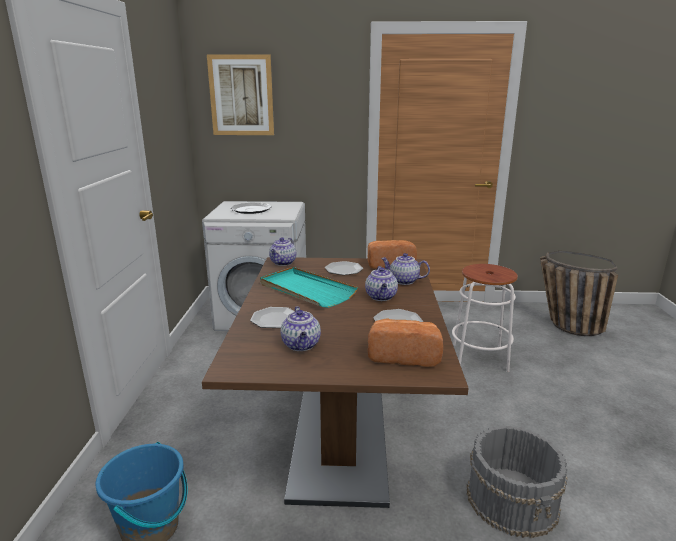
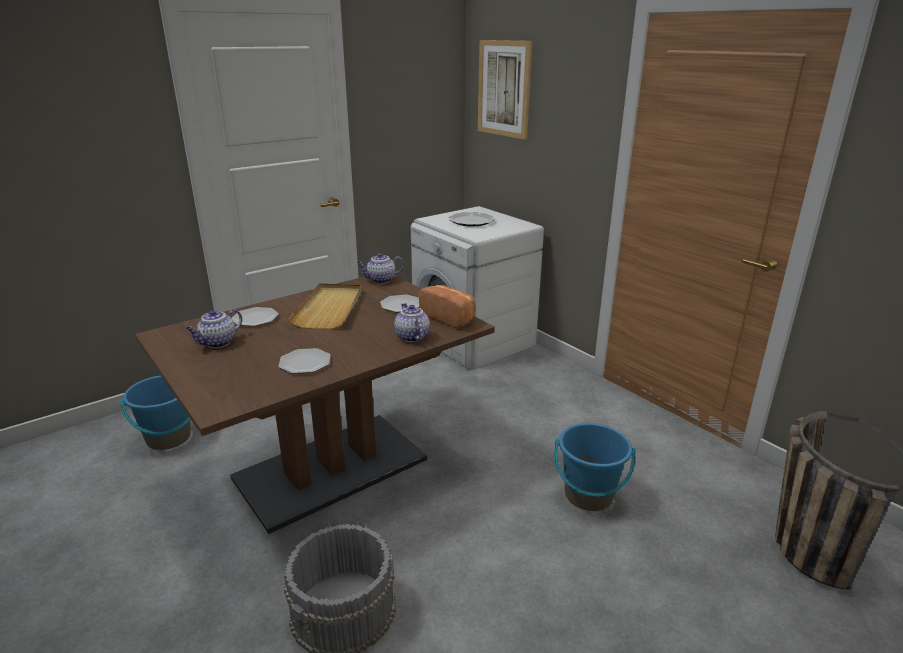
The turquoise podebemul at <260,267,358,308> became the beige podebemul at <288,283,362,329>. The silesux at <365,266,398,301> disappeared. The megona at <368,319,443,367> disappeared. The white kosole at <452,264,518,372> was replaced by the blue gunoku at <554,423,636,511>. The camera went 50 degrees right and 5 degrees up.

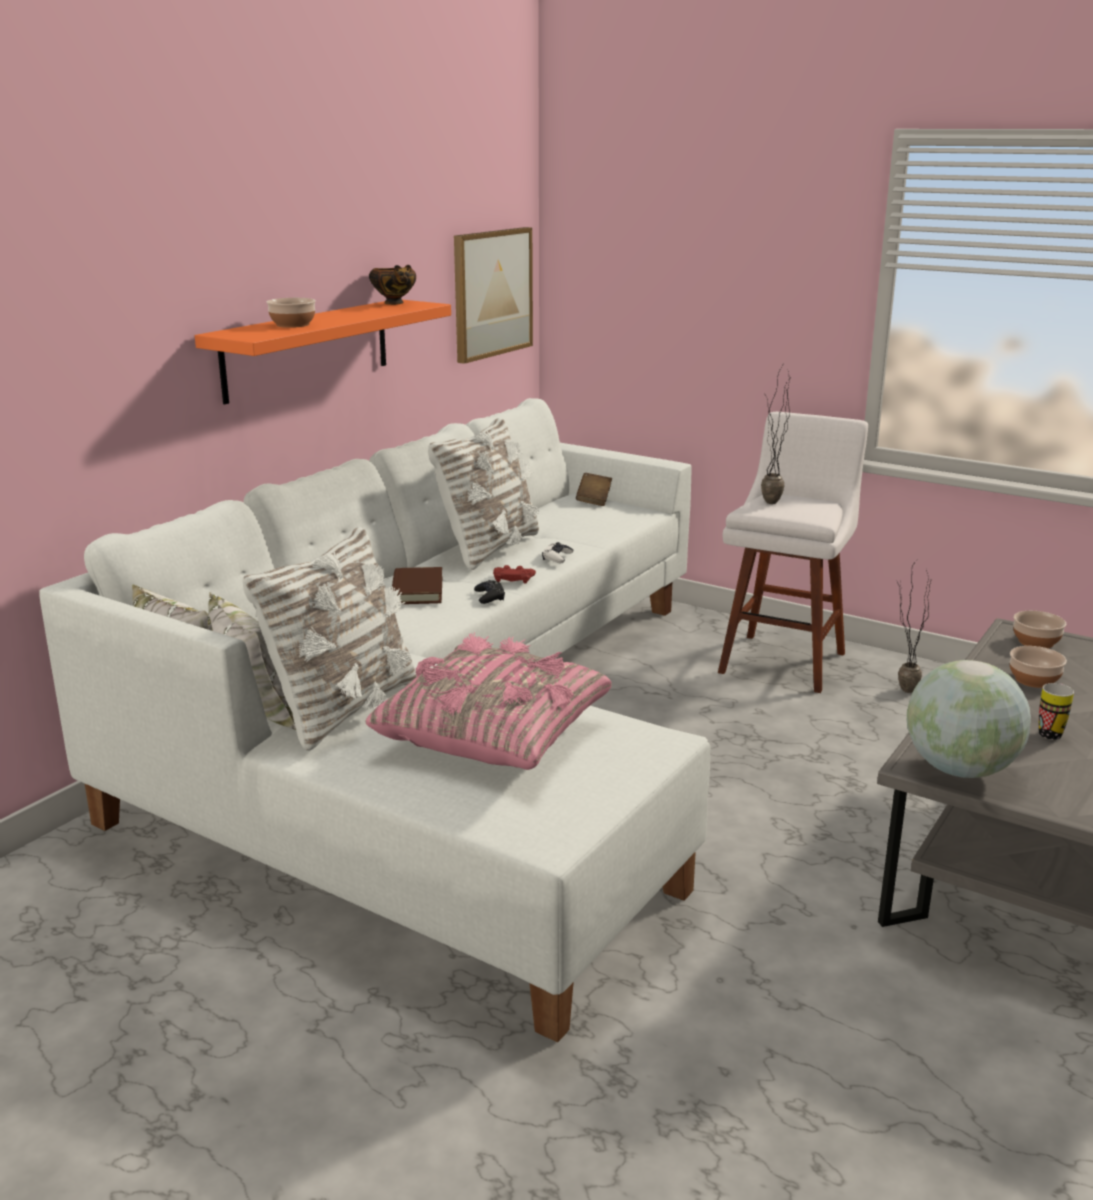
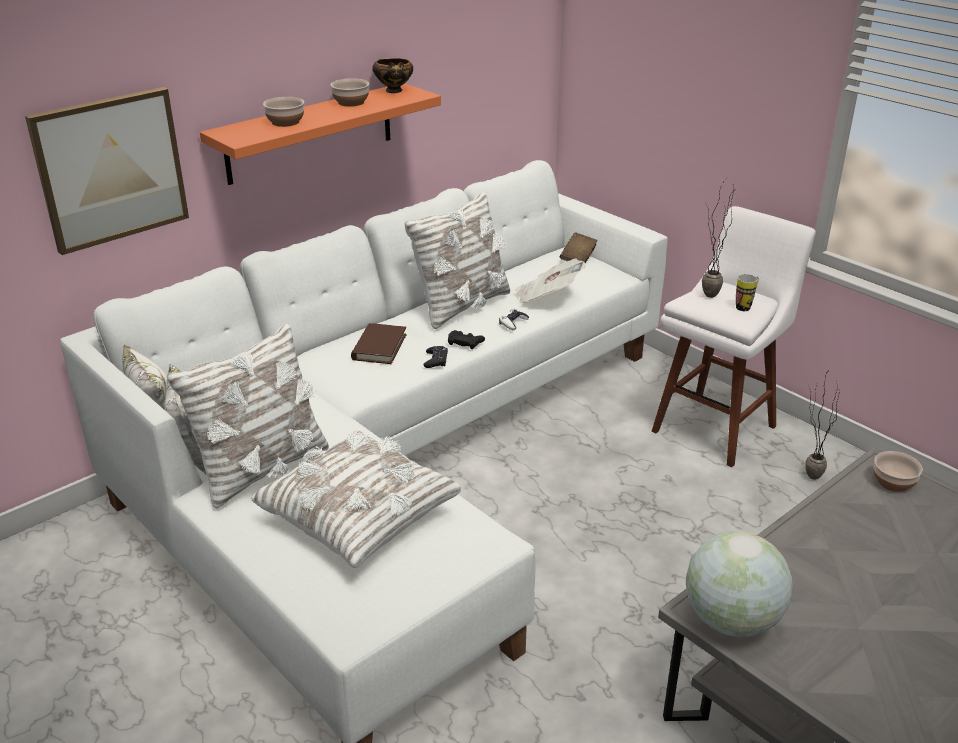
The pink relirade at <366,632,612,770> became the white relirade at <251,430,461,568>. The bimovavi moved from <454,227,533,364> to <25,87,189,255>. The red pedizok at <493,565,536,583> became the black pedizok at <448,330,485,349>. The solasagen moved from <1010,646,1067,688> to <331,78,369,107>. The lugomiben moved from <1039,683,1074,740> to <736,274,759,311>. The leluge at <516,258,585,303> appeared. The camera went 15 degrees right and 10 degrees up.

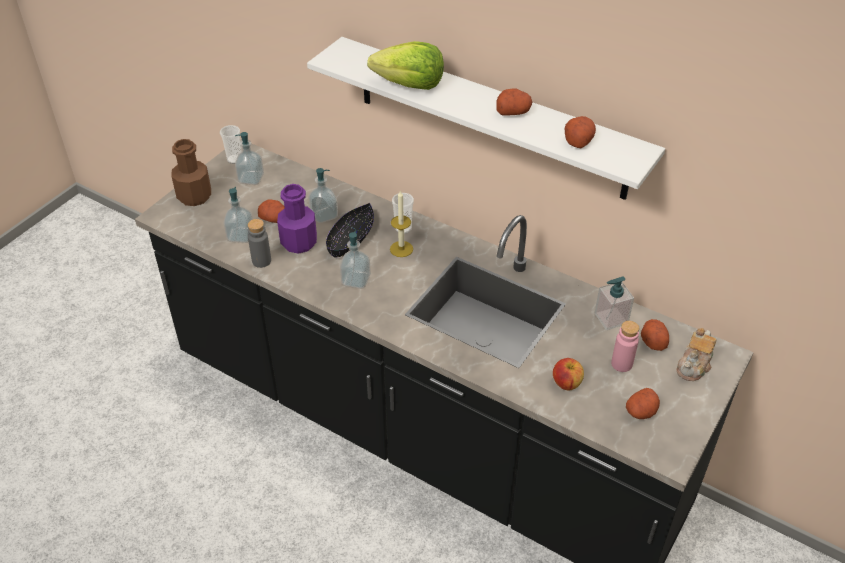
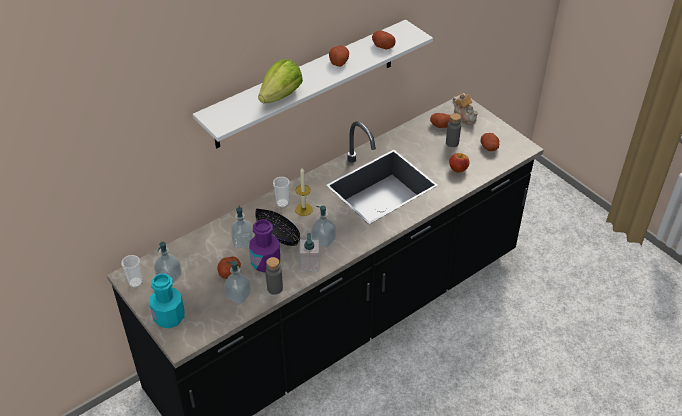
The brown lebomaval at <172,139,211,206> became the turquoise lebomaval at <150,273,184,328>. The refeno moved from <595,277,634,330> to <299,233,320,272>. The pink lebomaval at <611,321,639,372> became the grey lebomaval at <446,113,461,147>. The camera went 70 degrees left and 0 degrees up.

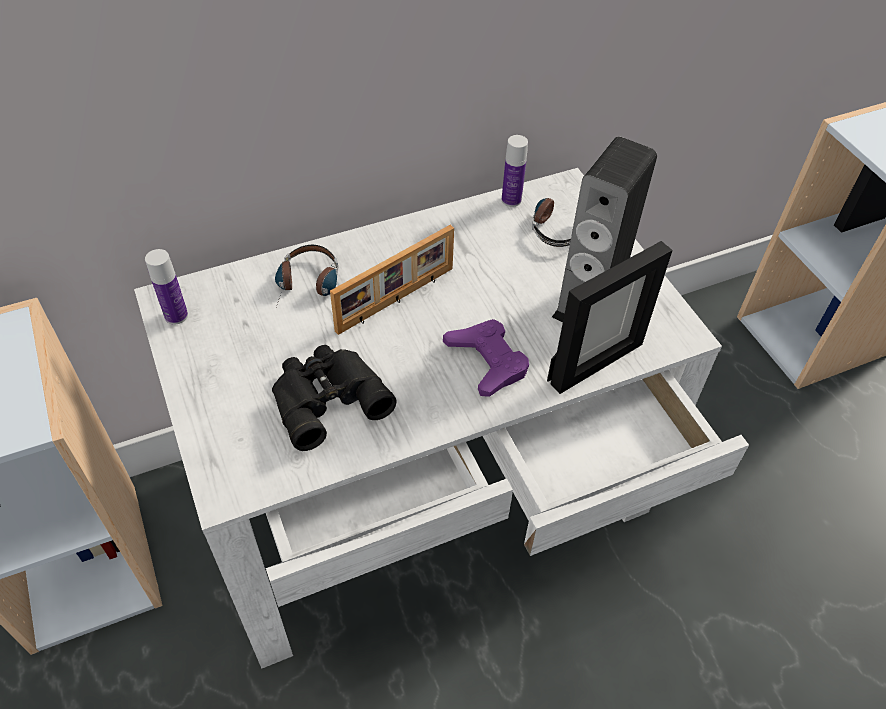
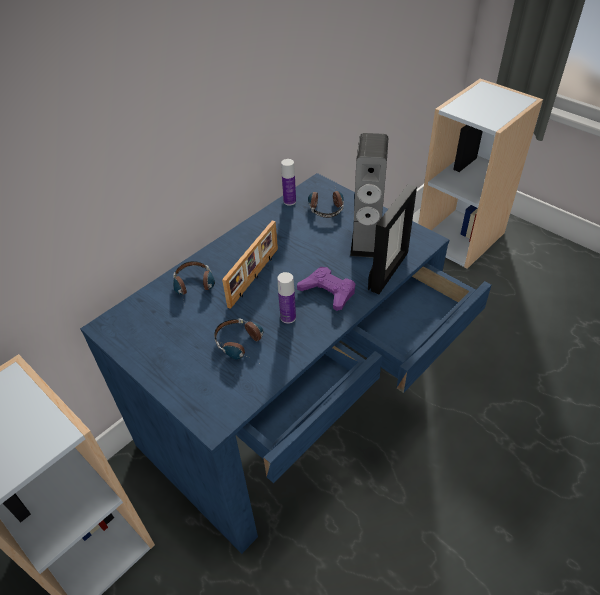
The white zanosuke at <134,168,749,669> became the blue zanosuke at <80,173,491,554>. The lebomaval moved from <145,249,188,325> to <277,272,296,324>. The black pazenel at <272,345,397,451> was replaced by the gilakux at <214,318,263,362>. The camera went 20 degrees left and 5 degrees down.

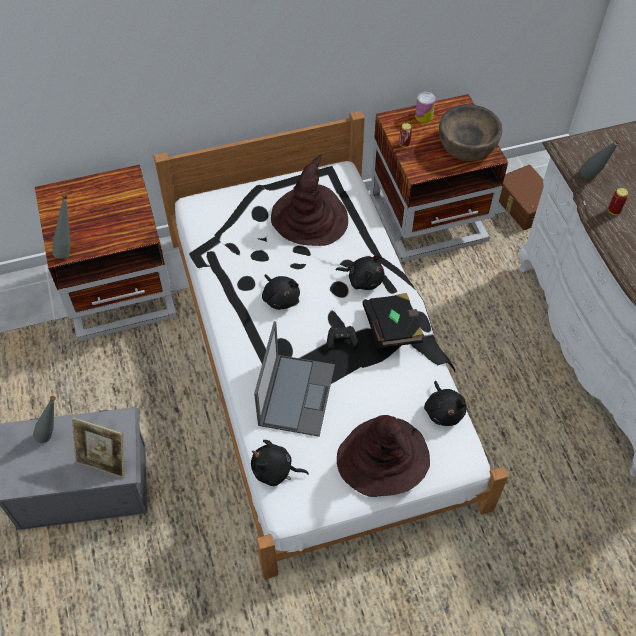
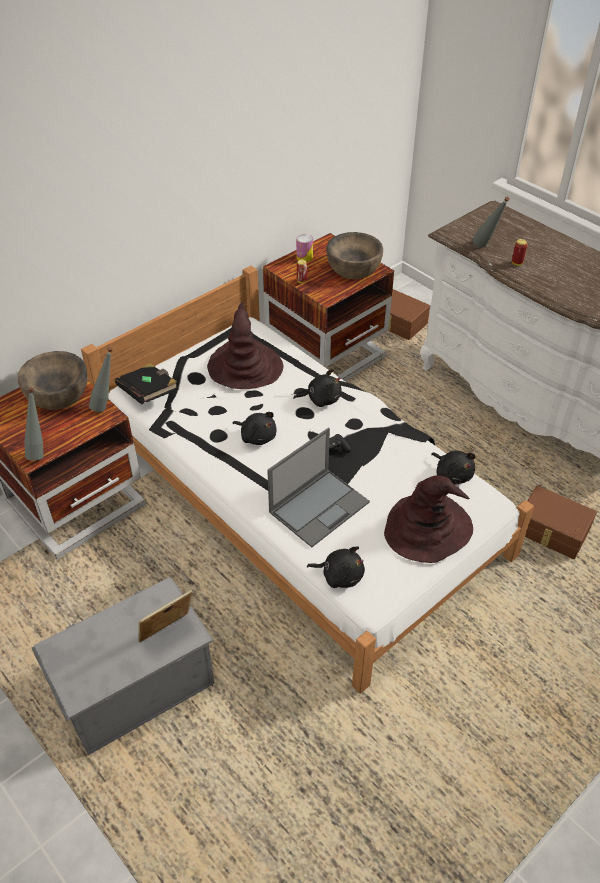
The grey lebomaval moved from <33,396,56,443> to <89,347,113,412>. The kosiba at <72,417,125,478> turned 150 degrees clockwise. The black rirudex at <251,440,309,486> turned 150 degrees counterclockwise. The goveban at <254,321,335,437> turned 60 degrees clockwise. The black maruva moved from <363,293,424,348> to <115,363,179,404>. The brown solasagen at <18,351,88,410> appeared. The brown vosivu at <525,486,597,559> appeared. The camera went 25 degrees left and 10 degrees down.

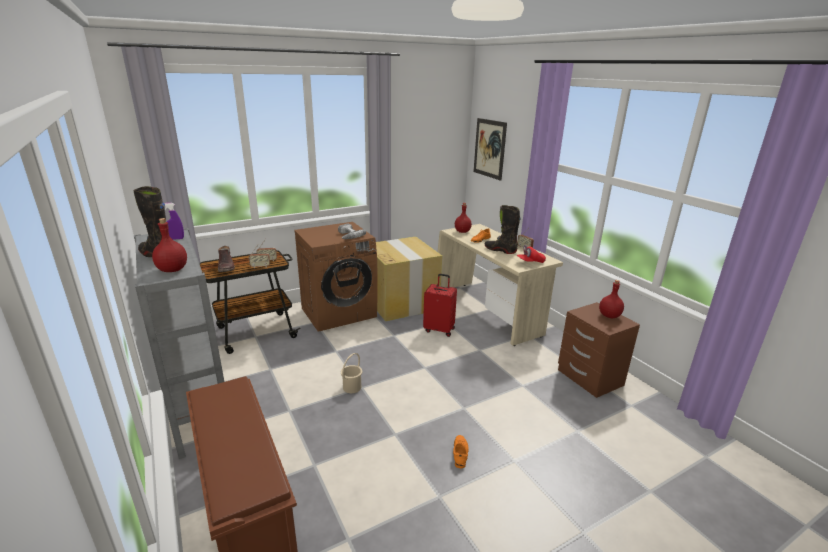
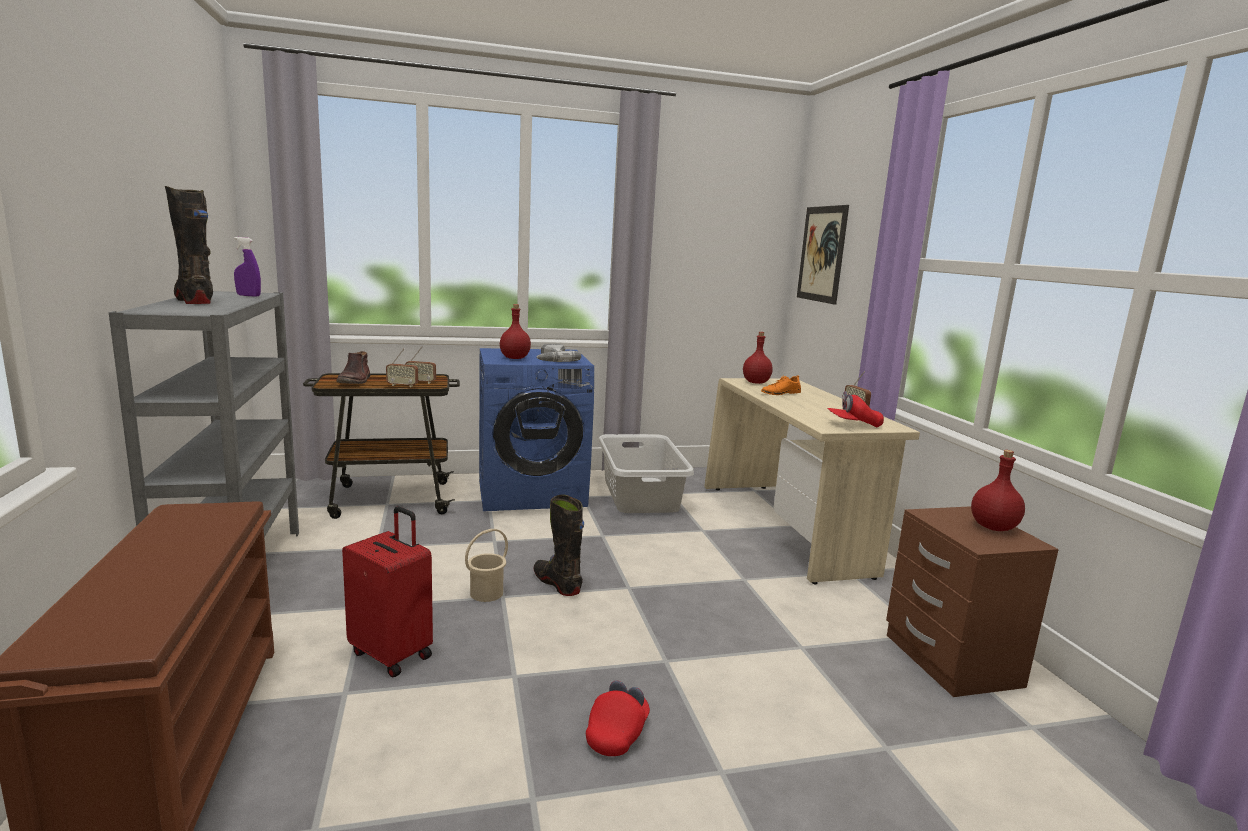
The red lebomaval moved from <152,218,187,272> to <500,304,531,359>. The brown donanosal at <294,222,378,332> became the blue donanosal at <479,348,594,511>. The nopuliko at <376,237,442,321> was replaced by the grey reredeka at <598,434,694,513>. The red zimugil moved from <423,274,457,337> to <342,506,433,678>. The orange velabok at <453,435,469,468> was replaced by the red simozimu at <586,681,650,756>. The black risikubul moved from <485,205,521,254> to <534,495,584,596>. The camera went 15 degrees right and 10 degrees down.

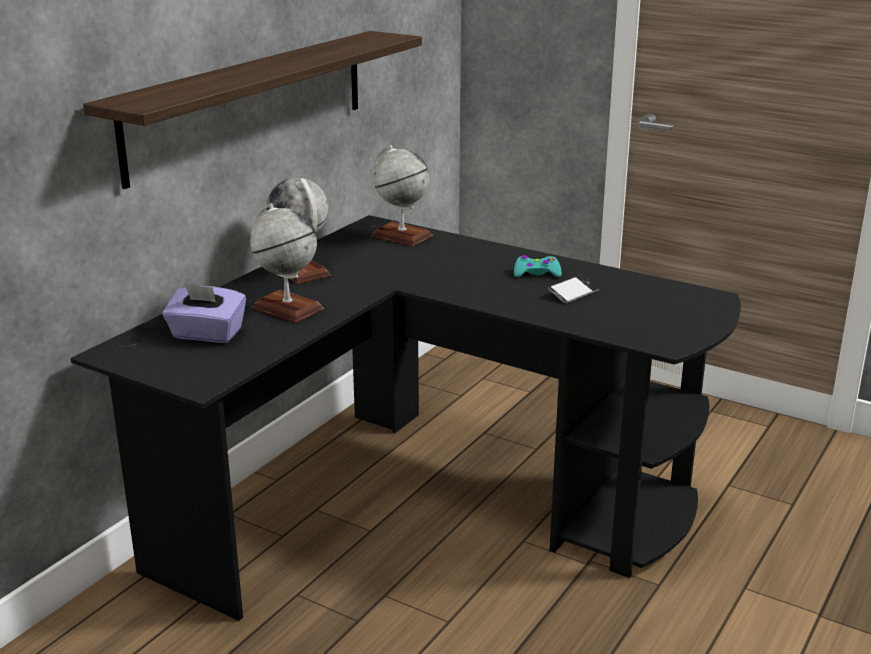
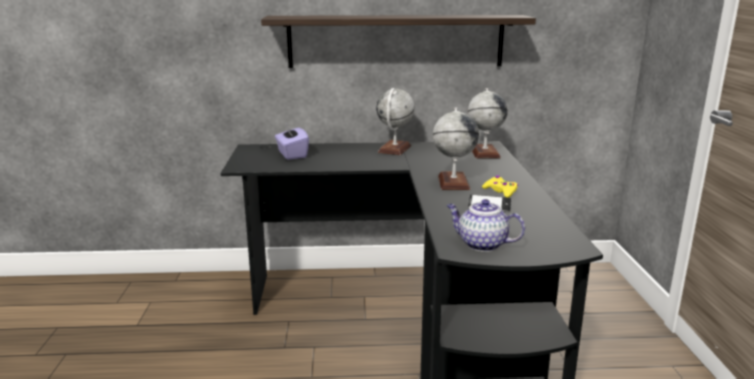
The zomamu moved from <250,203,324,323> to <433,107,479,190>. The turquoise pedizok at <514,255,562,277> became the yellow pedizok at <482,176,518,198>. The silesux at <447,199,525,252> appeared. The camera went 55 degrees right and 5 degrees down.

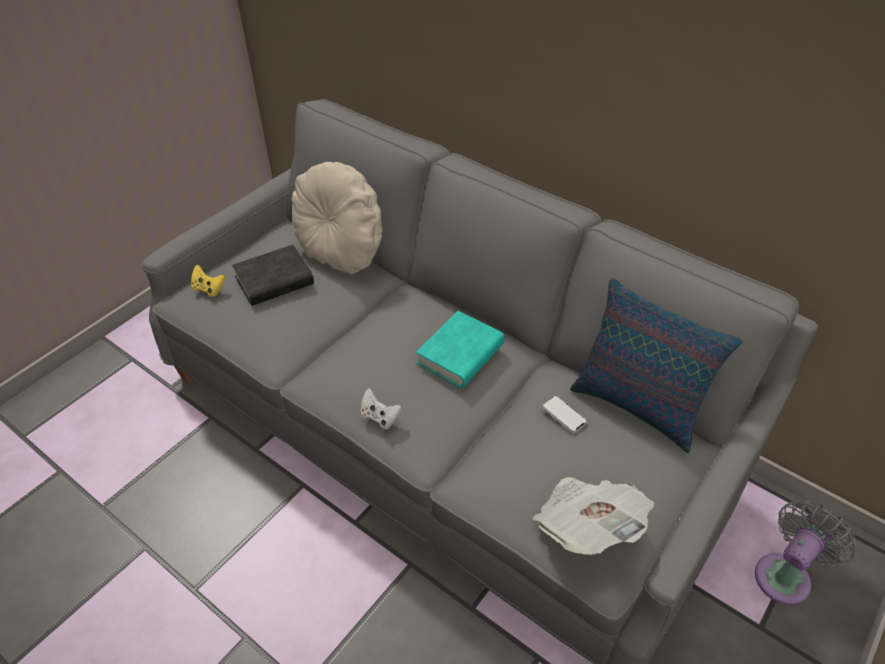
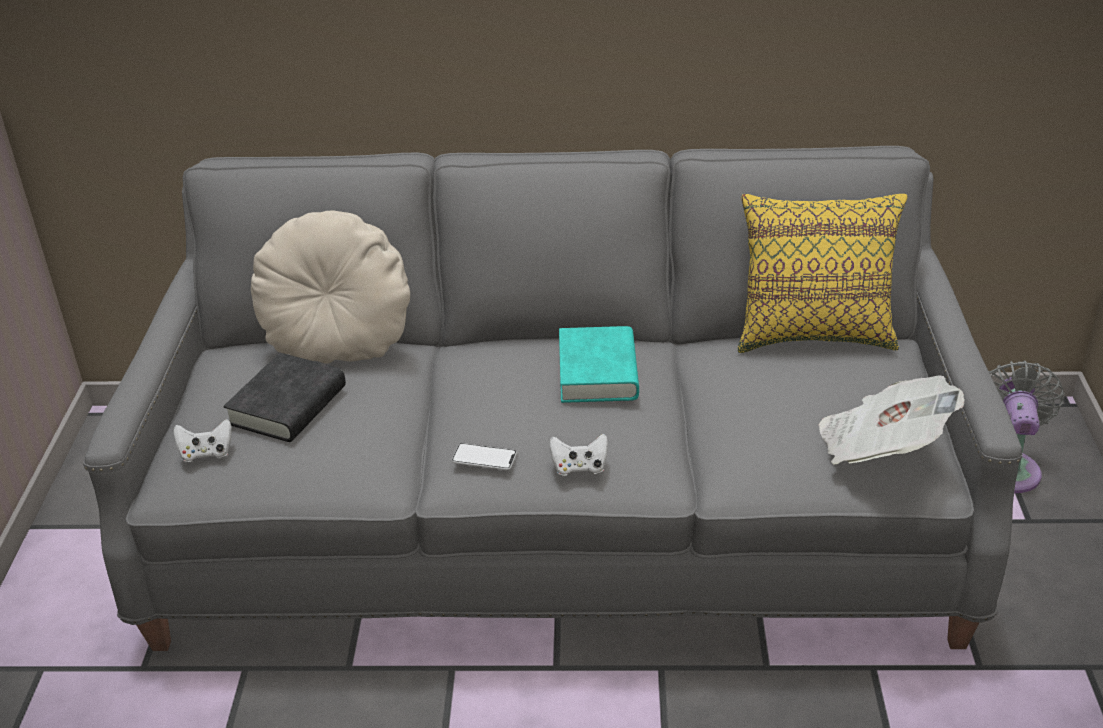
The yellow pedizok at <191,265,226,297> became the white pedizok at <174,419,232,462>. The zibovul moved from <541,395,588,433> to <451,443,517,470>. The blue relirade at <570,278,742,453> became the yellow relirade at <738,194,907,353>. The camera went 35 degrees left and 10 degrees down.

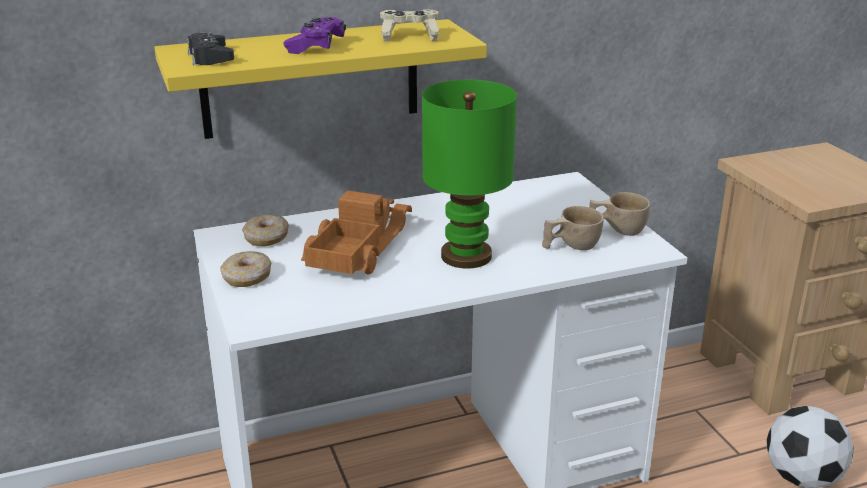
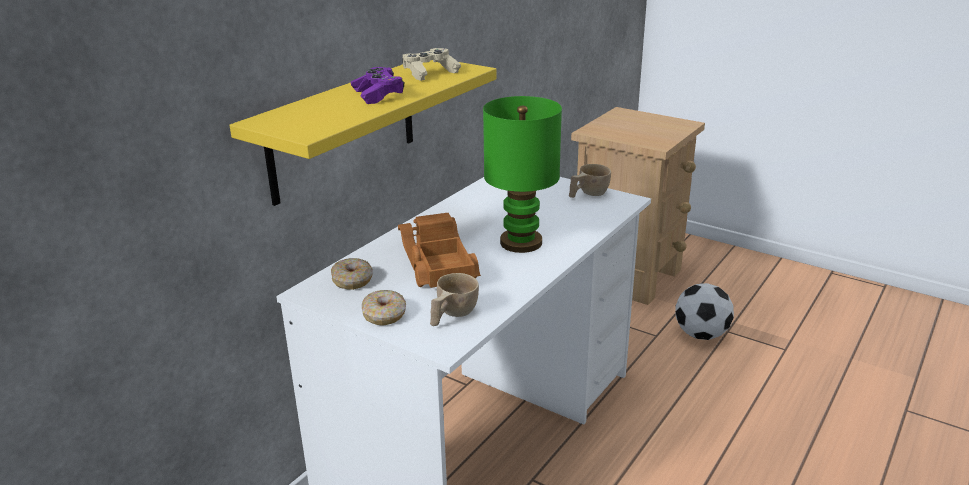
The black pedizok at <187,33,234,65> disappeared. The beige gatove moved from <542,206,604,250> to <430,273,479,326>. The camera went 35 degrees left and 0 degrees up.

